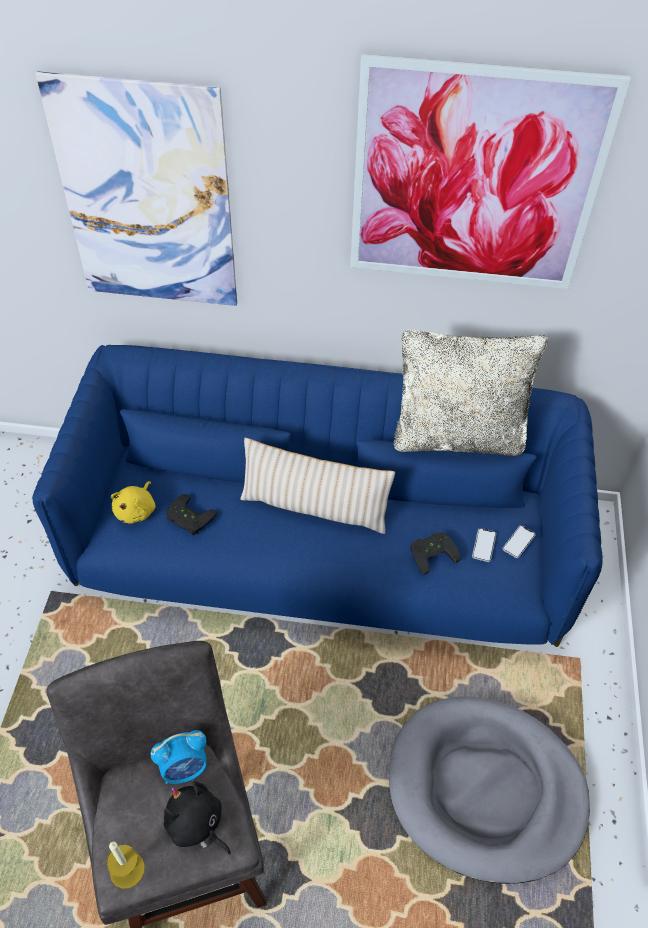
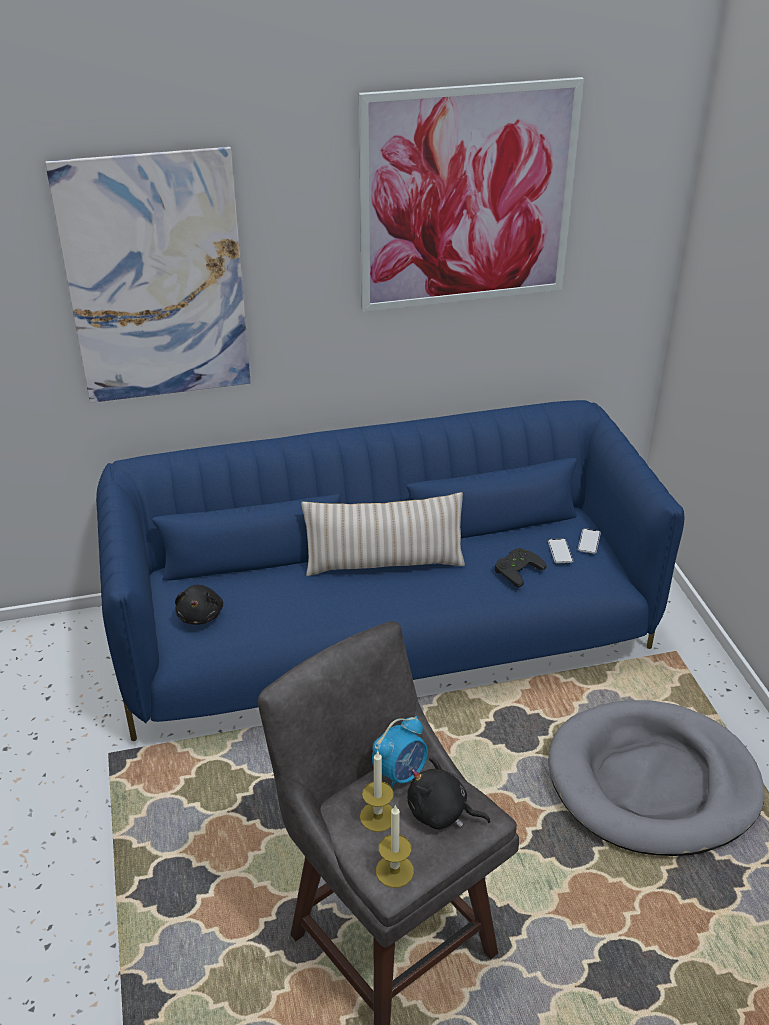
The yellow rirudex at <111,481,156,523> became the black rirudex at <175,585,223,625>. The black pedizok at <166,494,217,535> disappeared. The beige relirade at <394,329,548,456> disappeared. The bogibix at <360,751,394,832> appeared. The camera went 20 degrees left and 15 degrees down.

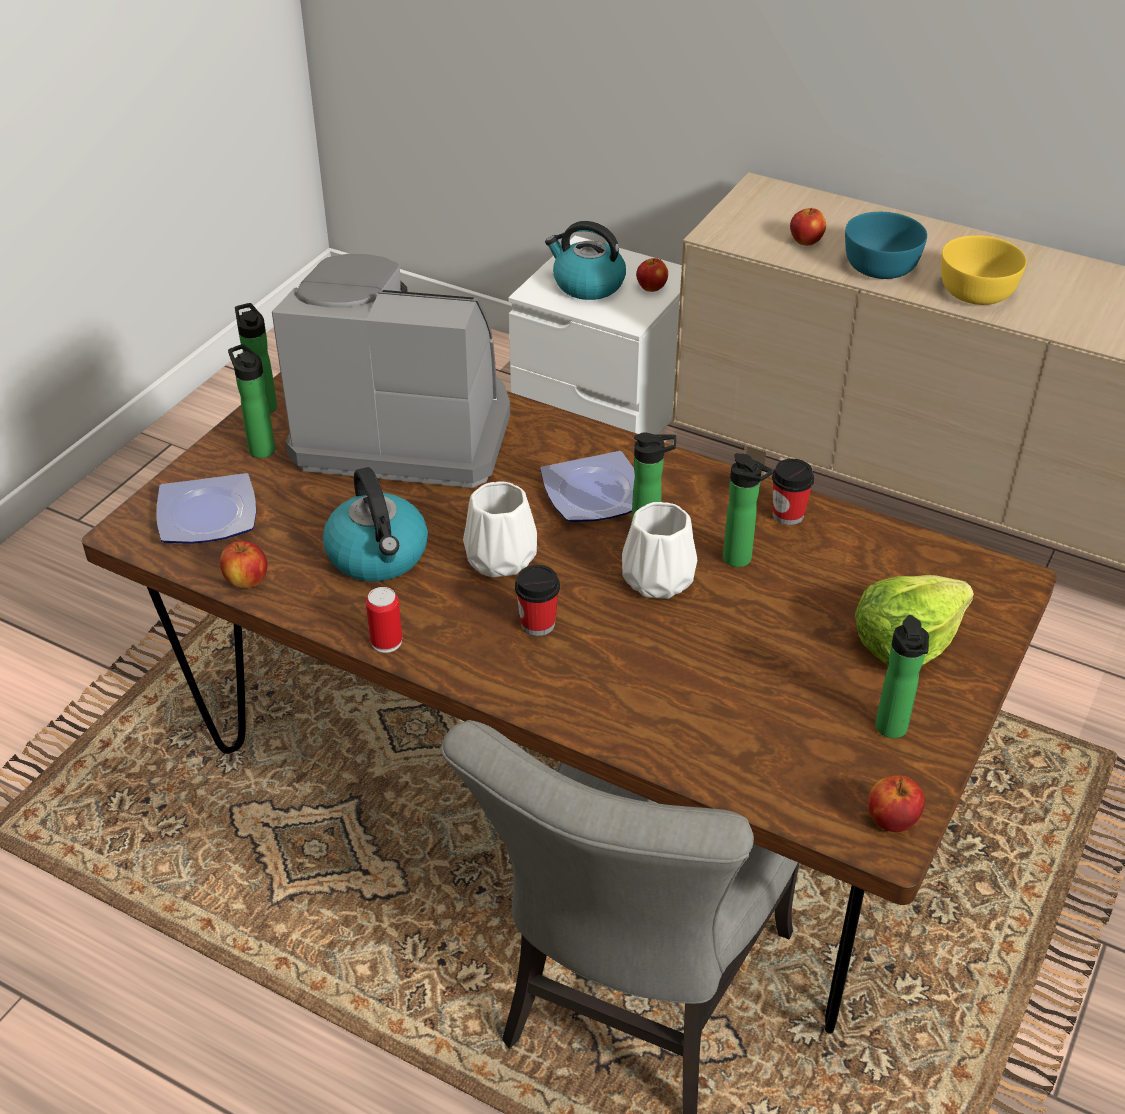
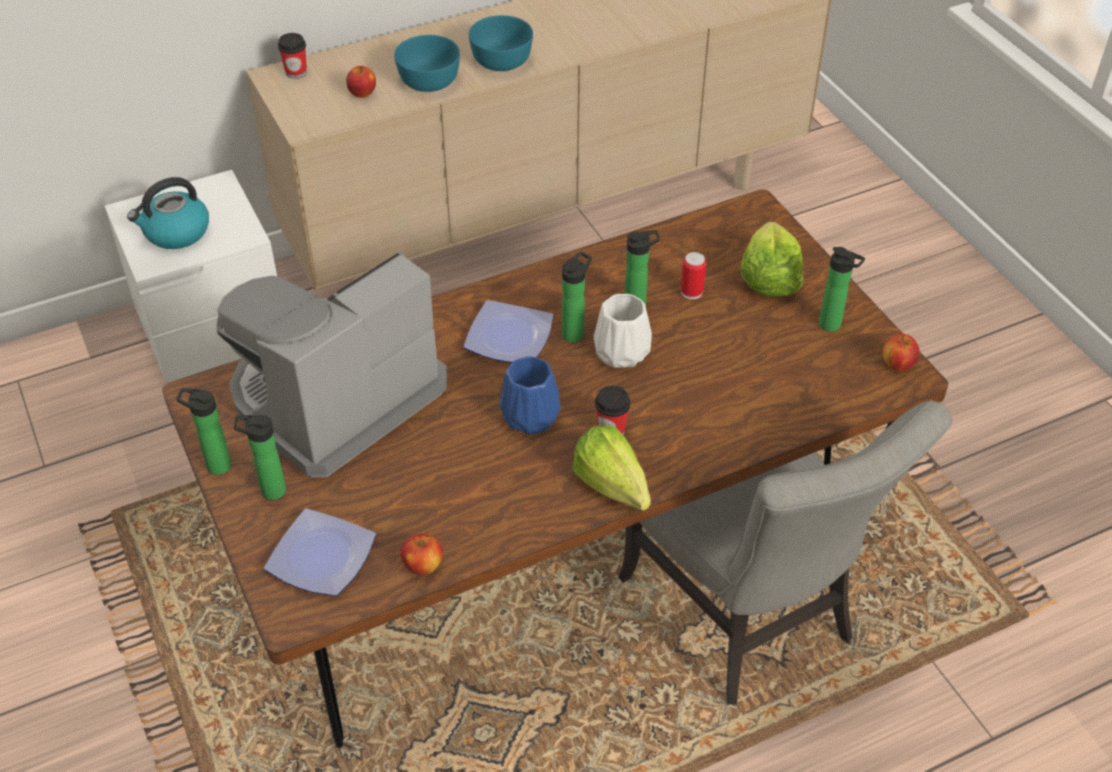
The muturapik at <323,467,428,581> disappeared. The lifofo moved from <366,587,402,653> to <681,252,706,299>. The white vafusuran at <463,481,537,577> became the blue vafusuran at <500,356,560,434>. The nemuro at <636,258,668,292> disappeared. The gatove moved from <772,459,814,525> to <278,33,307,79>. The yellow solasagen at <941,235,1027,305> became the turquoise solasagen at <469,15,533,71>. The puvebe at <572,425,651,511> appeared. The camera went 55 degrees left and 5 degrees up.

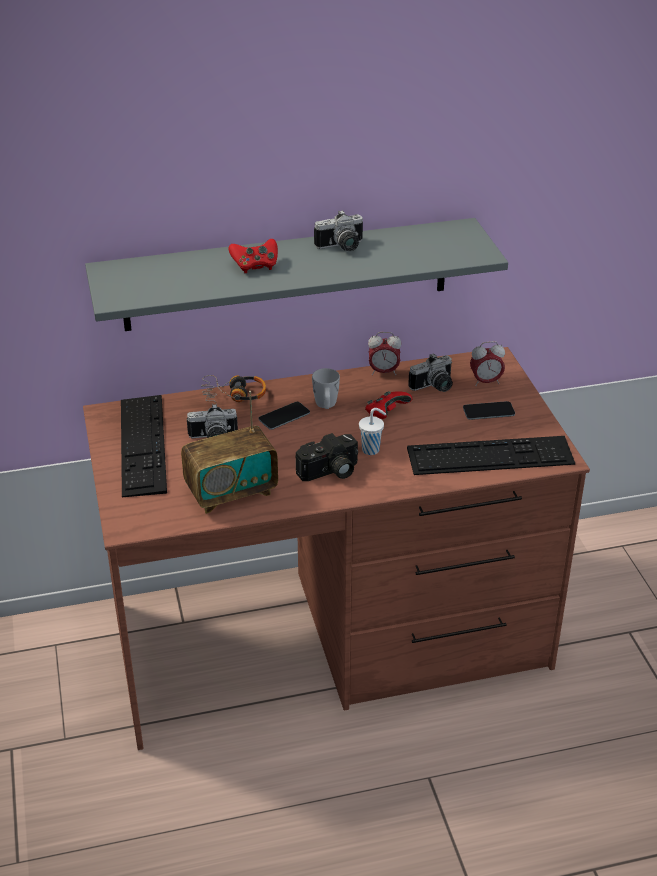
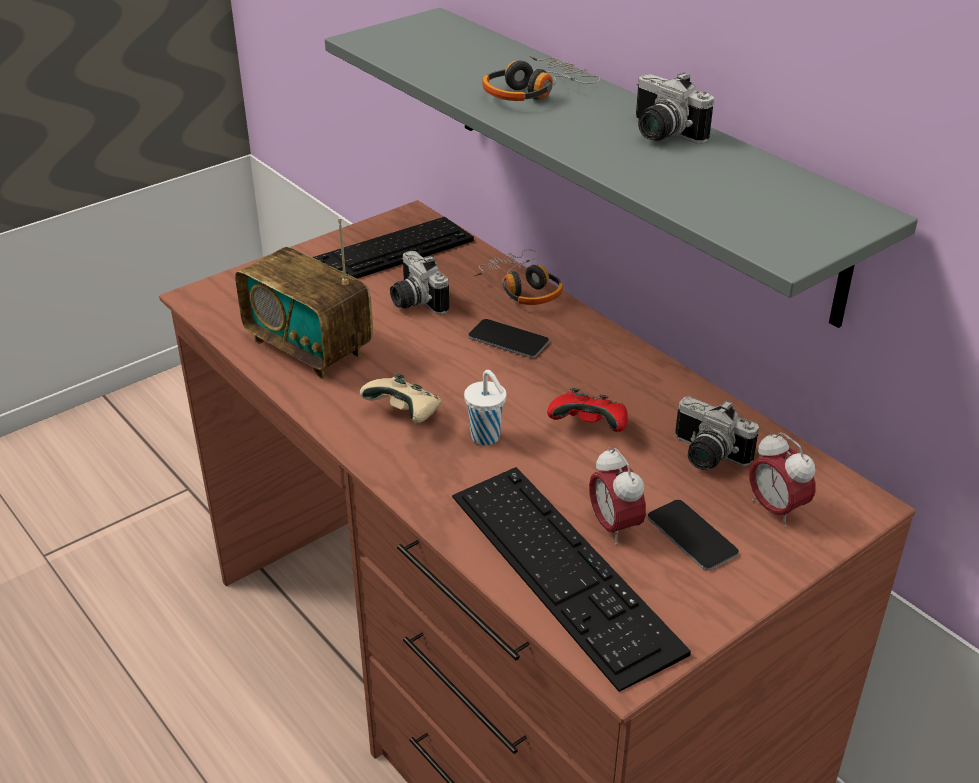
The red pedizok at <228,239,278,273> was replaced by the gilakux at <482,56,601,101>. The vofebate at <295,433,358,481> was replaced by the beige pedizok at <360,374,441,423>. The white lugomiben at <312,368,340,409> disappeared. The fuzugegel moved from <368,332,402,376> to <589,447,646,545>. The camera went 65 degrees right and 0 degrees up.

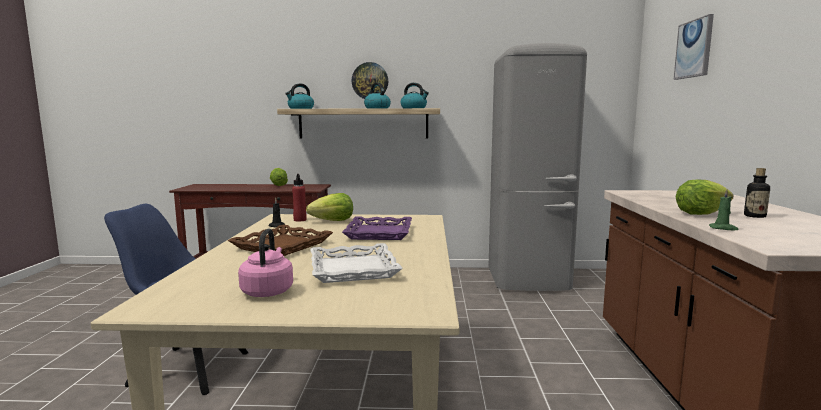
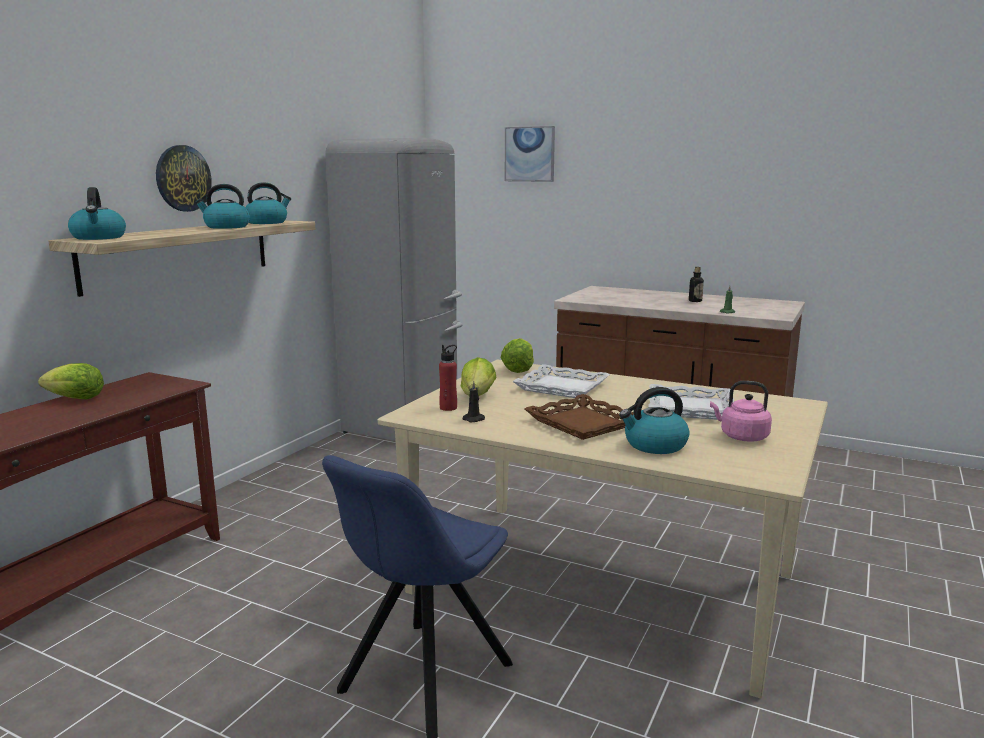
The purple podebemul at <342,216,412,240> became the white podebemul at <512,364,610,398>. The puvebe moved from <676,180,733,215> to <501,338,534,373>. The muturapik at <619,387,690,454> appeared. The camera went 65 degrees left and 5 degrees up.

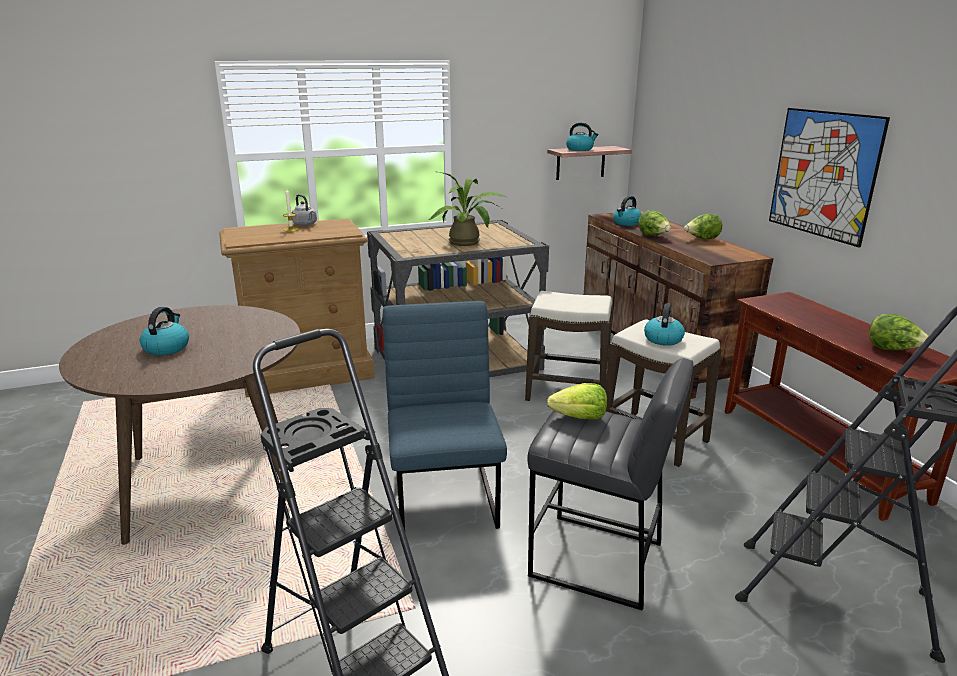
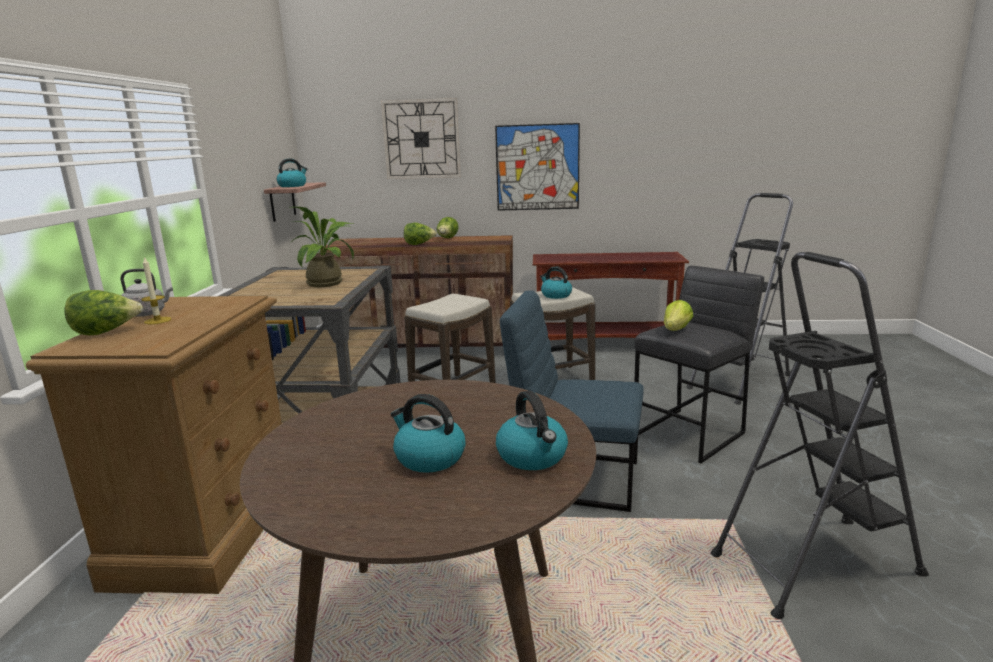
The muturapik moved from <613,196,642,226> to <496,390,568,470>. The puvebe moved from <869,314,929,350> to <64,290,143,335>. The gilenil at <381,98,461,179> appeared. The camera went 65 degrees left and 5 degrees down.

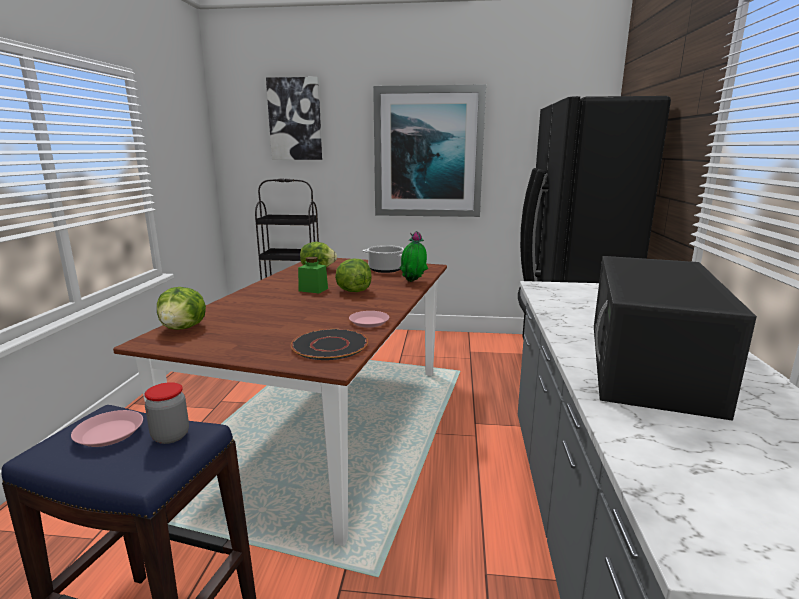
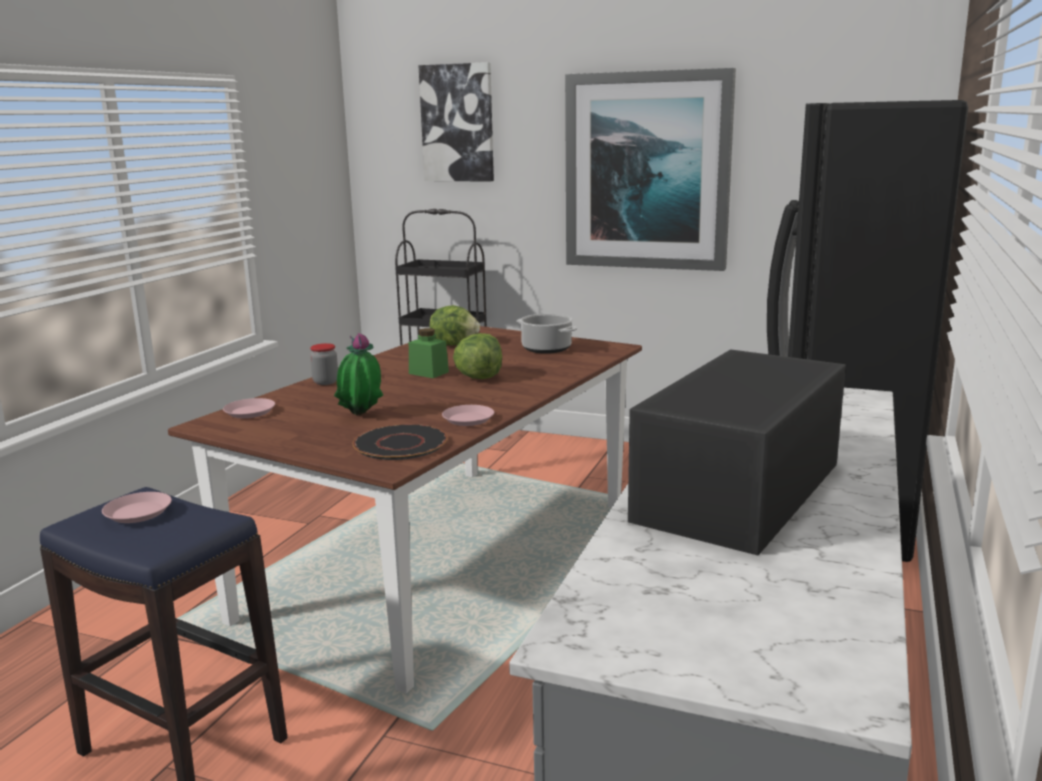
The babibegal moved from <144,382,189,444> to <310,343,338,385>. The puvebe at <157,287,206,330> was replaced by the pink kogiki at <223,398,275,418>. The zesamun moved from <400,231,428,282> to <334,333,383,415>. The camera went 15 degrees right and 0 degrees up.

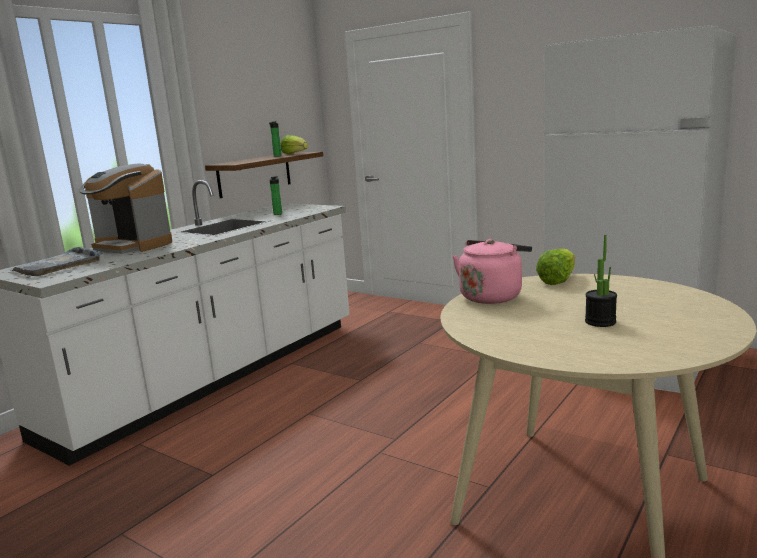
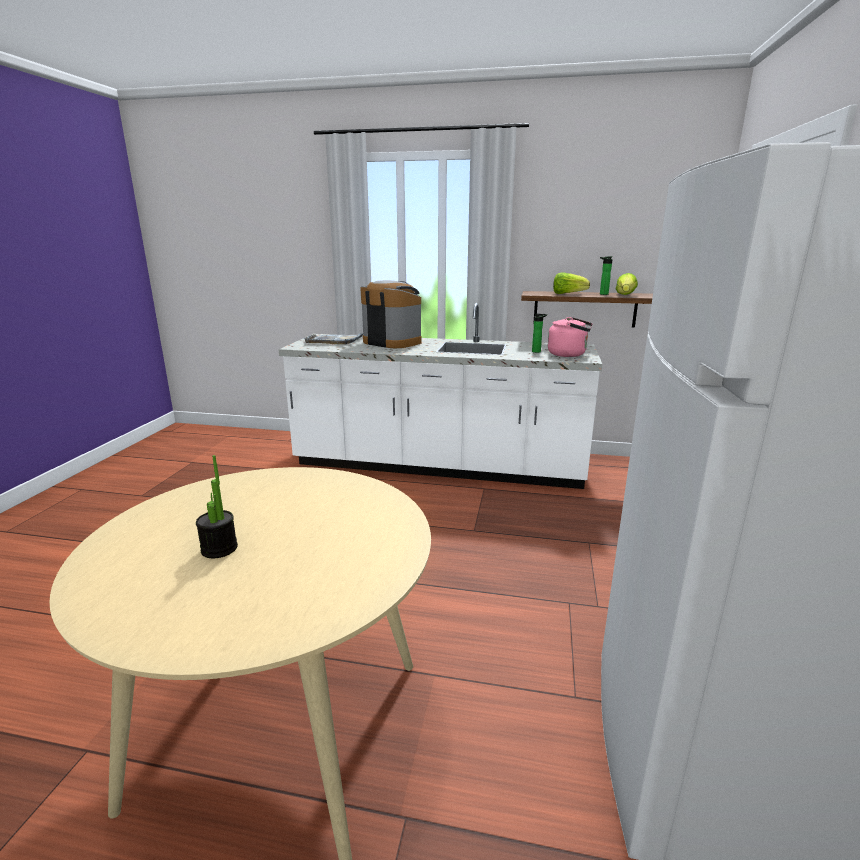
The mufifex at <79,164,172,254> turned 120 degrees clockwise. The pink muturapik moved from <452,239,532,304> to <548,317,592,357>. The puvebe moved from <536,249,575,285> to <553,272,590,294>. The camera went 65 degrees right and 5 degrees up.

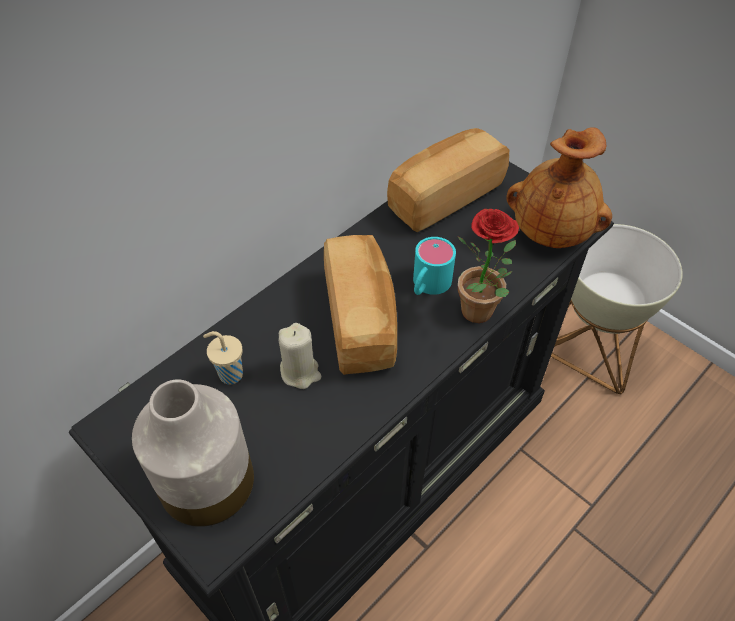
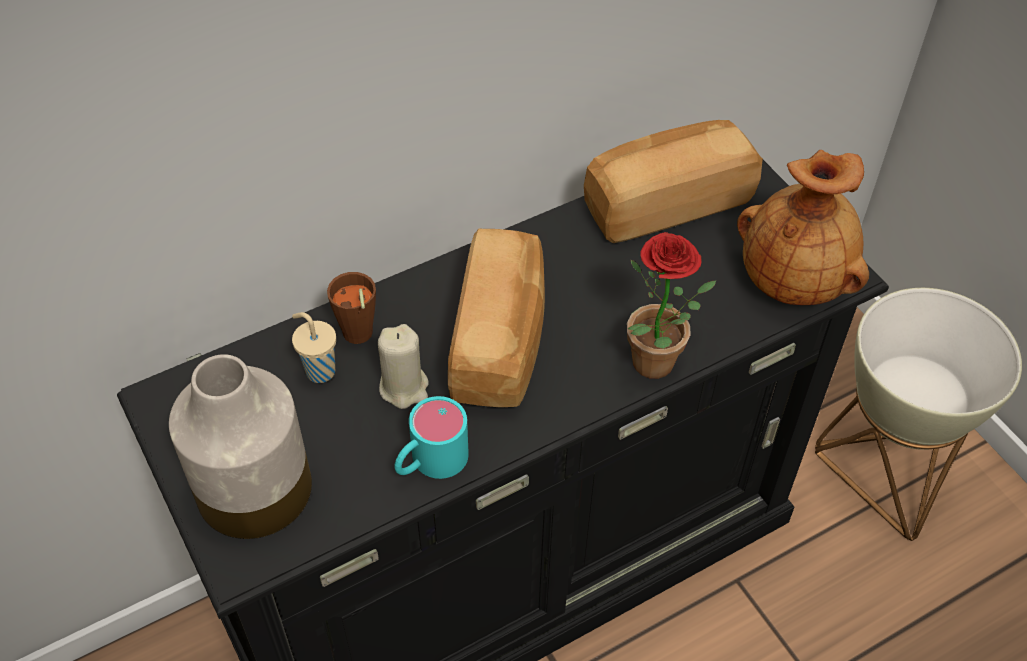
The turquoise lugomiben moved from <413,237,456,295> to <395,396,469,479>. The brown gatove at <327,272,376,344> appeared. The camera went 15 degrees right and 0 degrees up.

